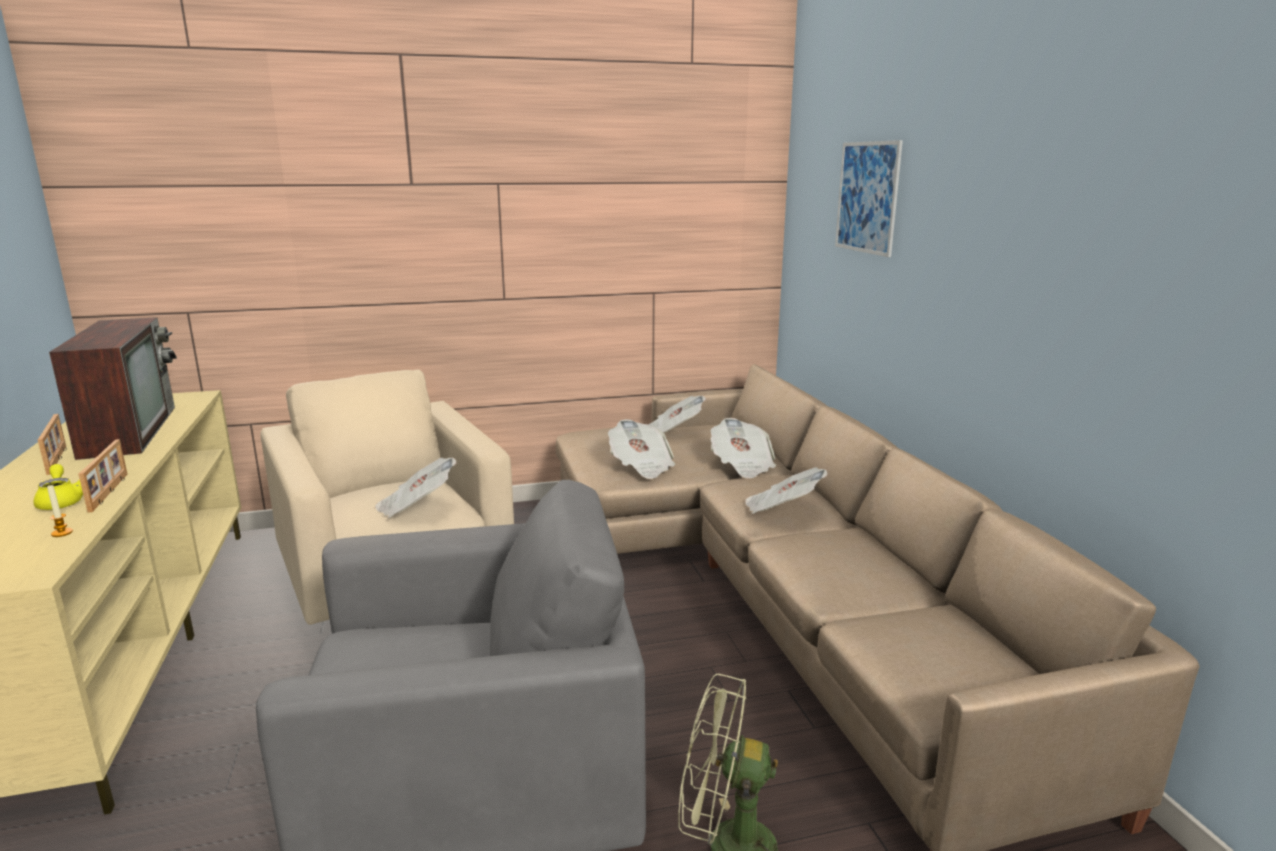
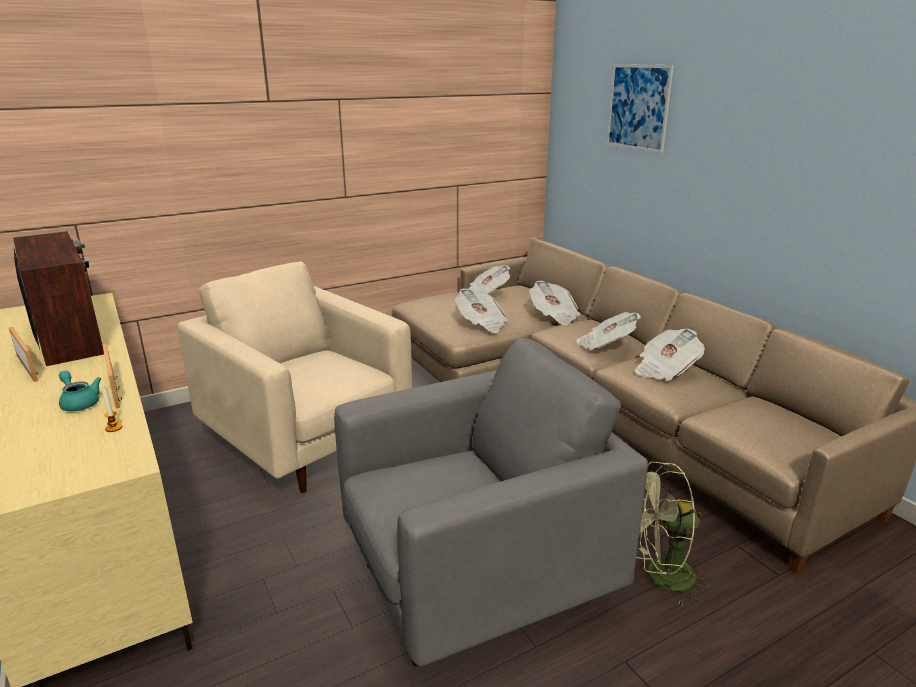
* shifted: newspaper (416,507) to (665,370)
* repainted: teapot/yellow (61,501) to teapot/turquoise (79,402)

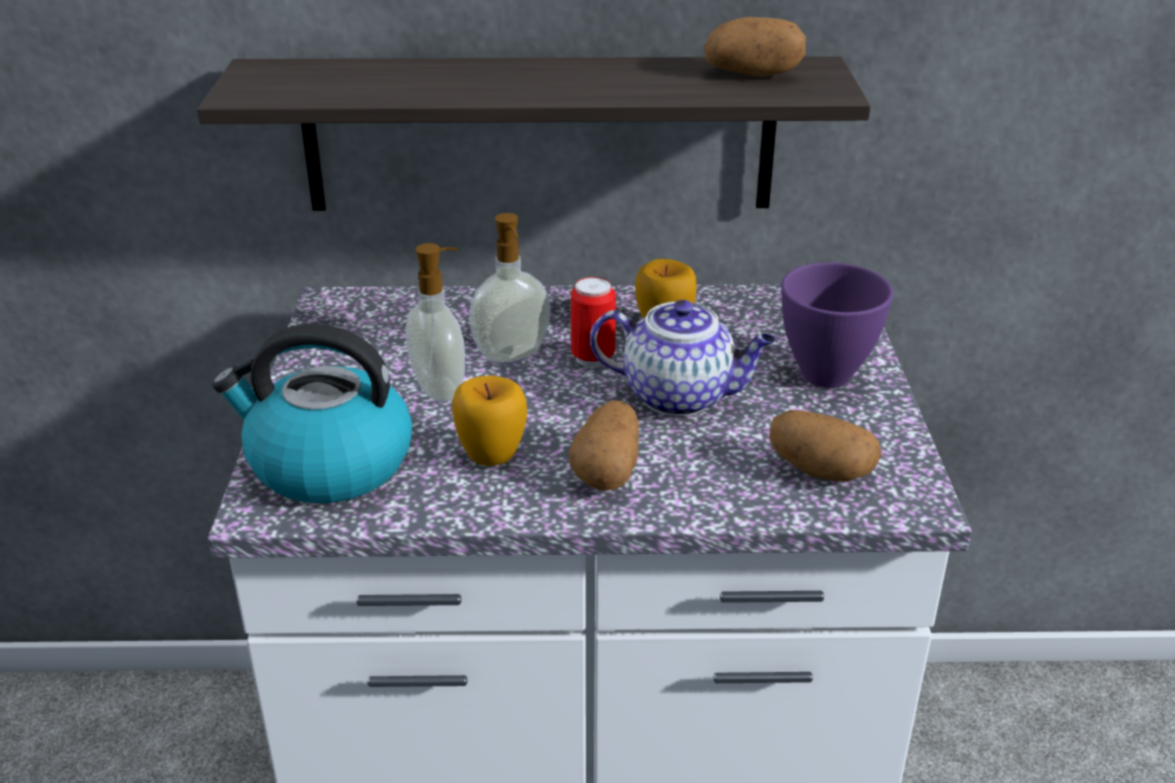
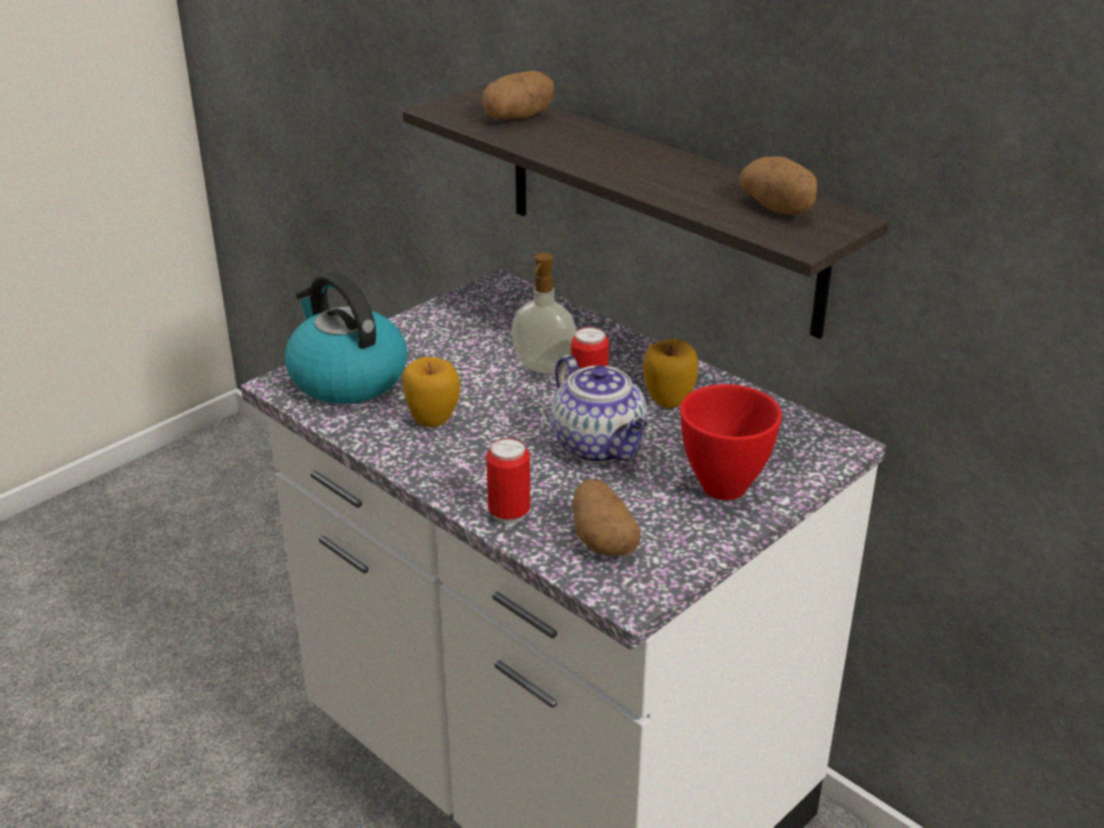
* gone: soap dispenser (441,389)
* repainted: bowl/purple (828,376) to bowl/red (724,489)
* shifted: potato (608,470) to (518,117)
* new: can (509,513)

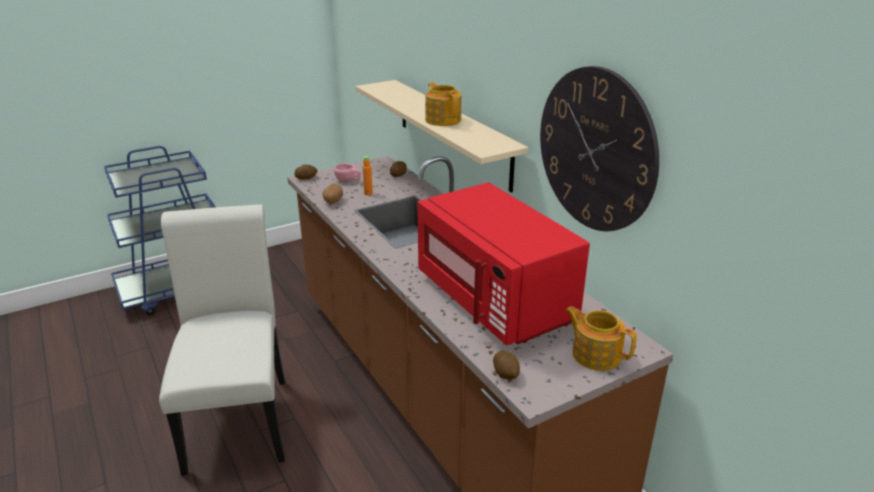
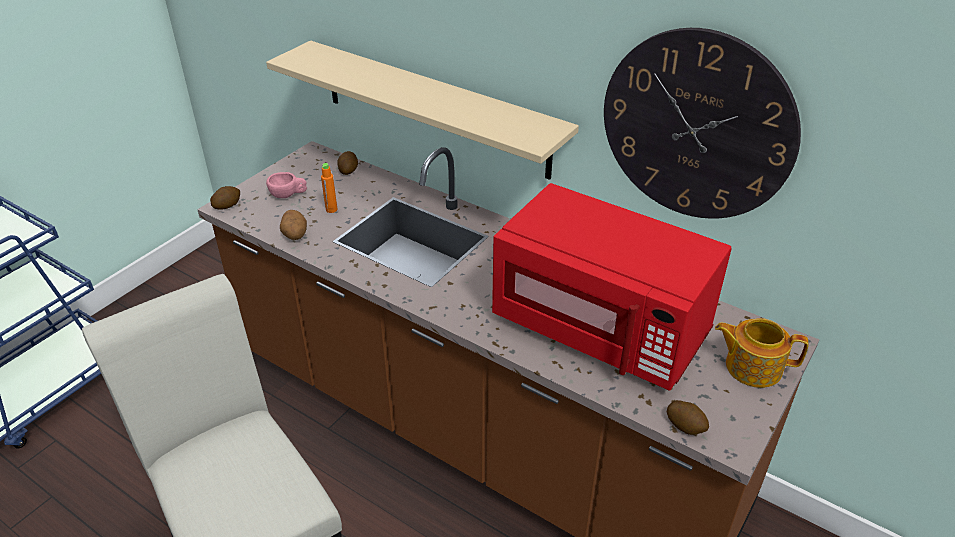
* gone: teapot (443,120)

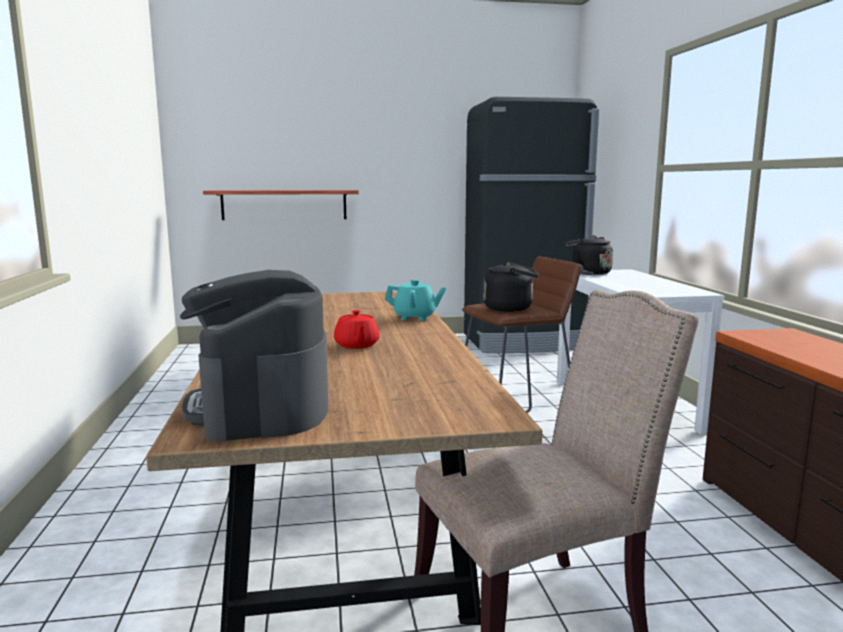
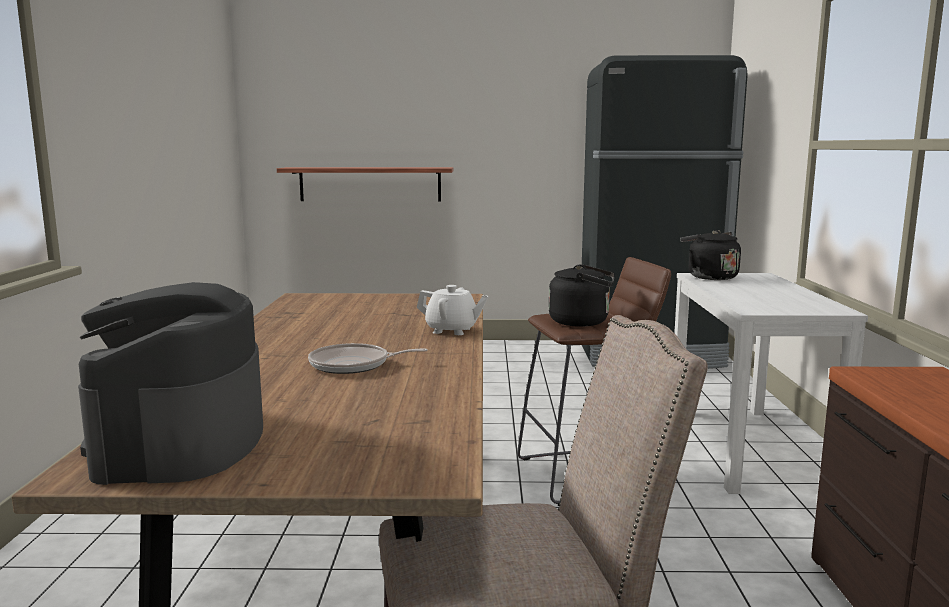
* repainted: teapot/turquoise (415,317) to teapot/white (452,330)
* swapped: teapot/red (356,345) to frying pan (353,365)

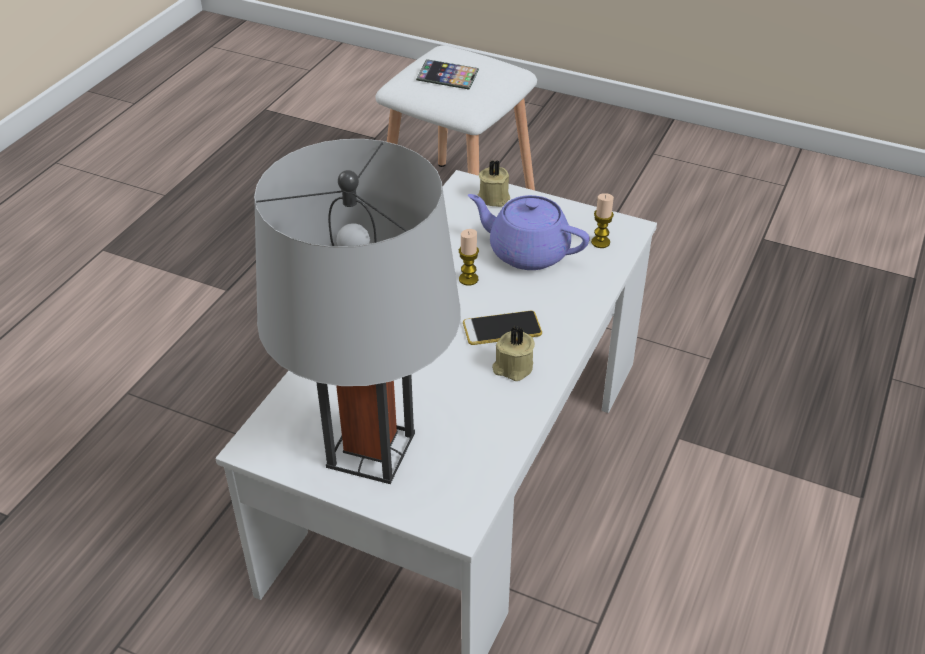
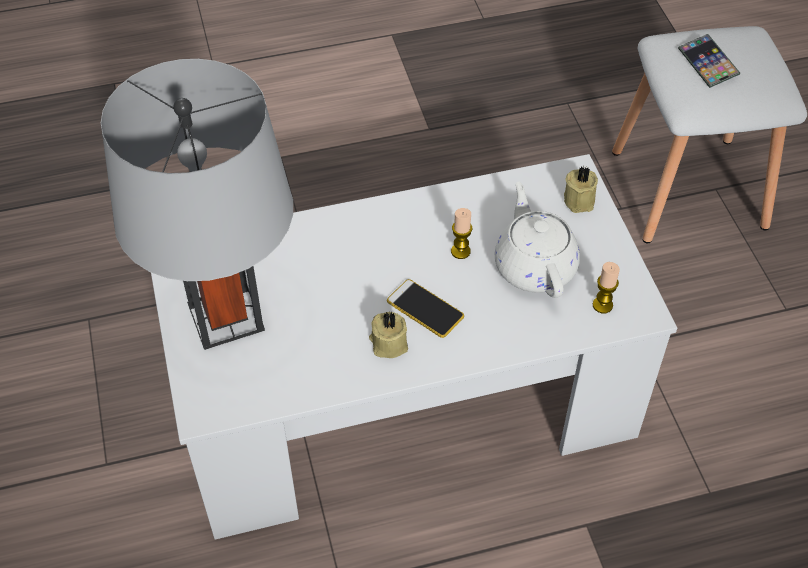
* repainted: teapot/purple (527,252) to teapot/white (534,265)

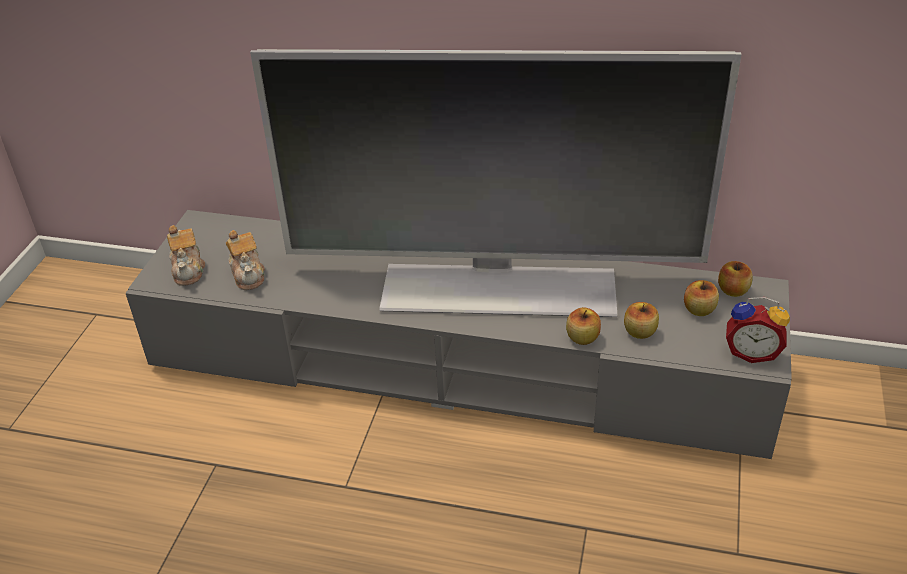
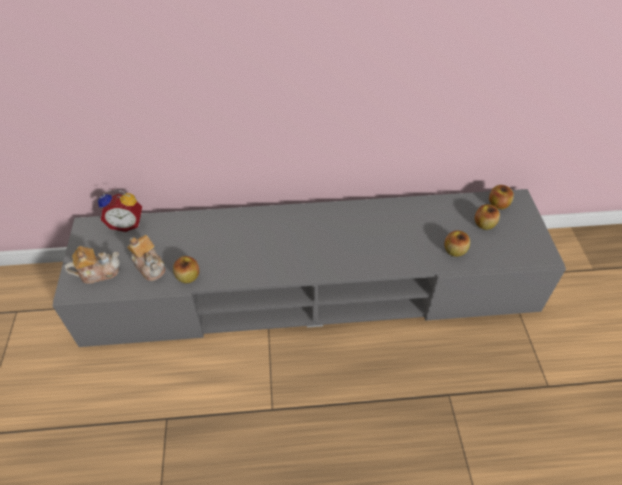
* gone: television (498,287)
* rotated: teapot (188,270) = (98,272) 75 degrees counterclockwise
* shifted: alarm clock (751,352) to (126,224)
* shifted: apple (582,338) to (188,277)

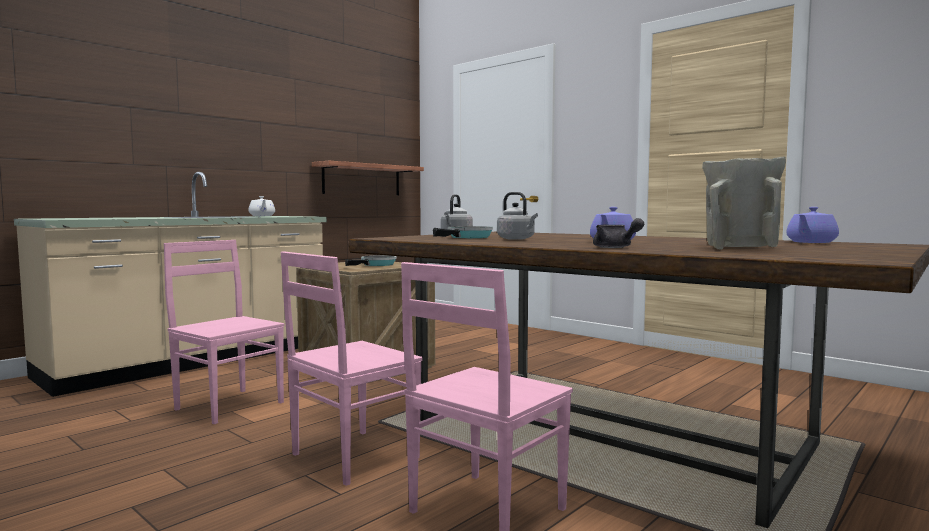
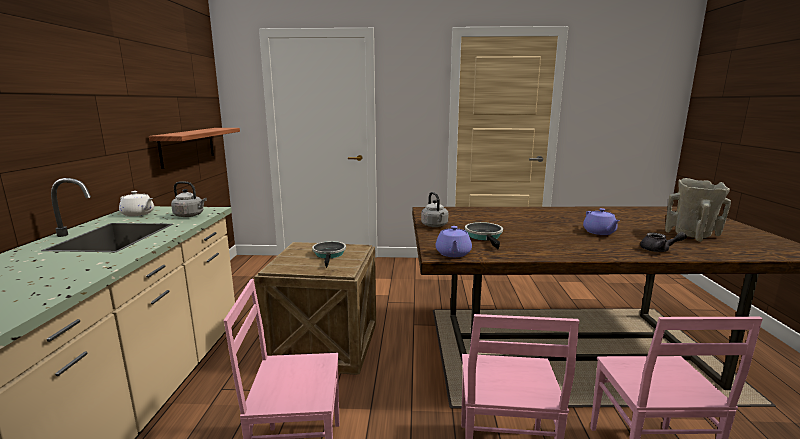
* shifted: kettle/grey (517,239) to (190,215)
* shifted: teapot/purple (811,242) to (453,253)

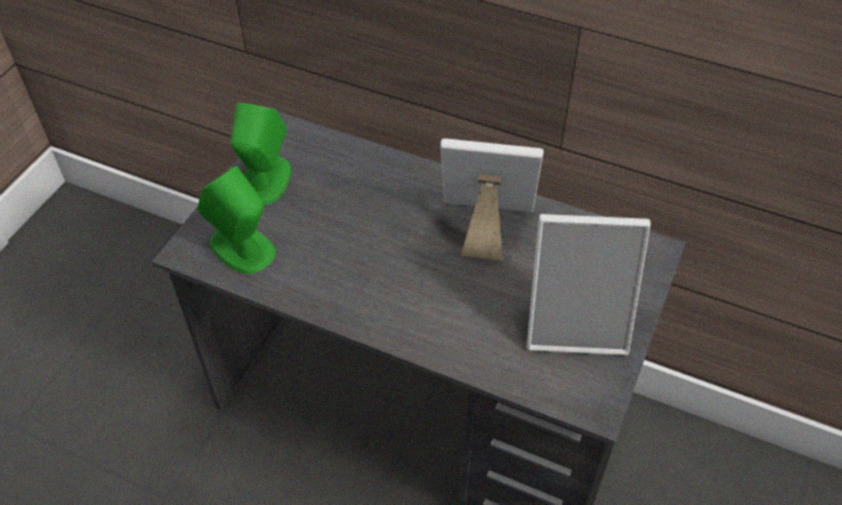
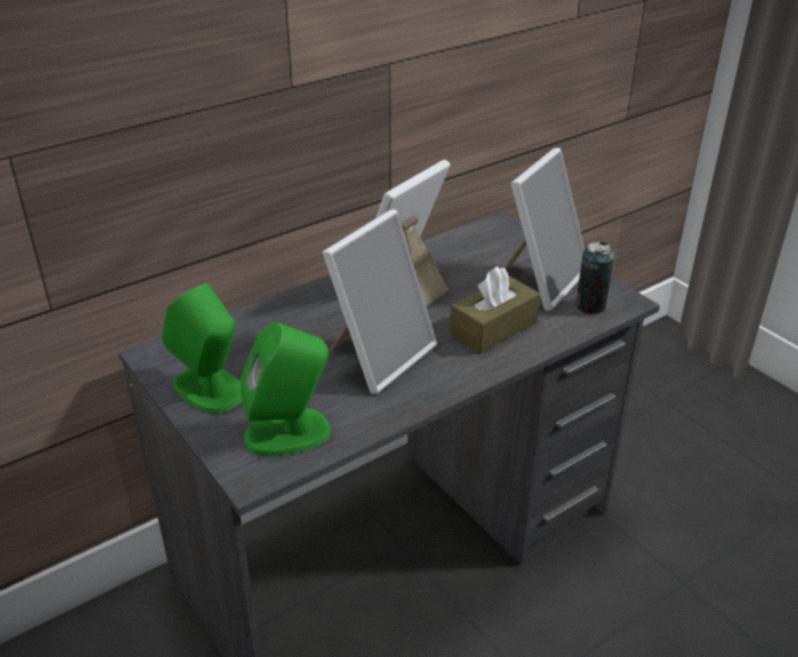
* new: picture frame (379,356)
* new: can (590,306)
* new: tissue box/brown (493,328)

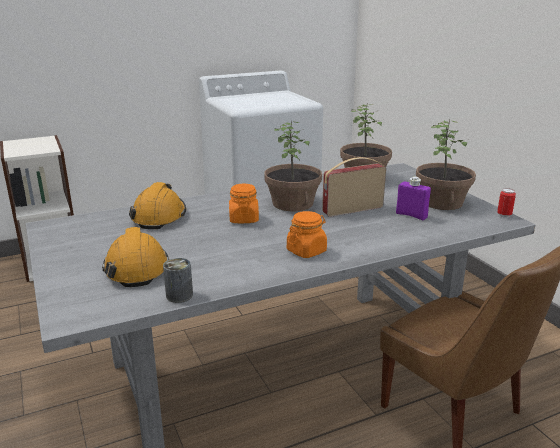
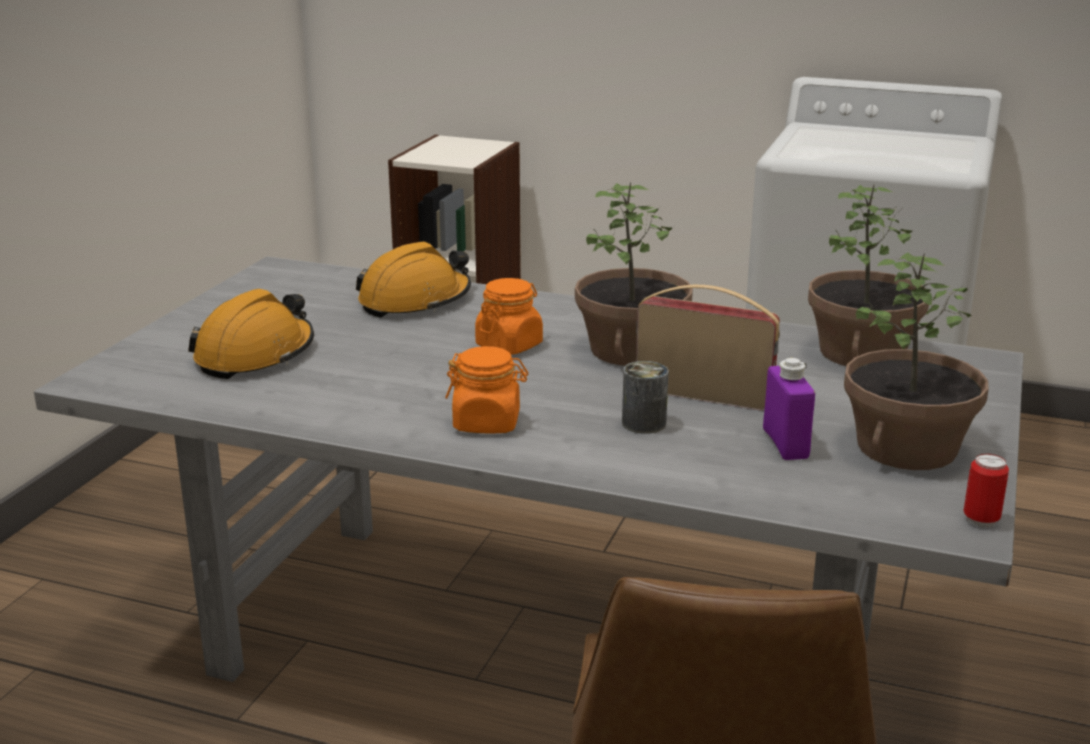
* shifted: can (179,295) to (644,423)

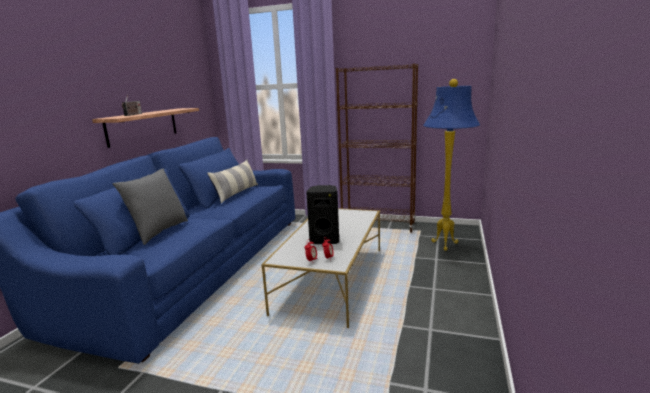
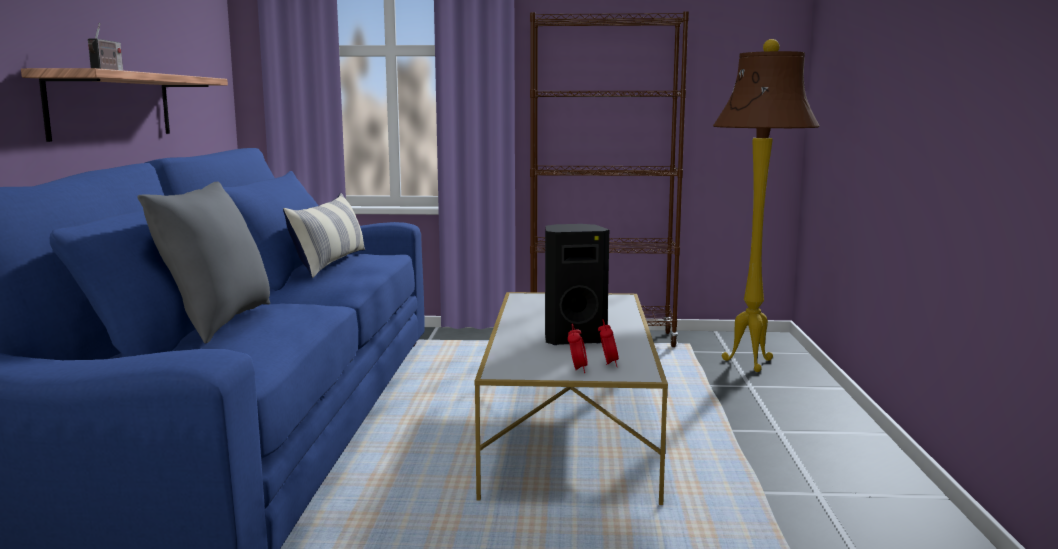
* repainted: floor lamp/blue (445,245) to floor lamp/brown (752,364)

